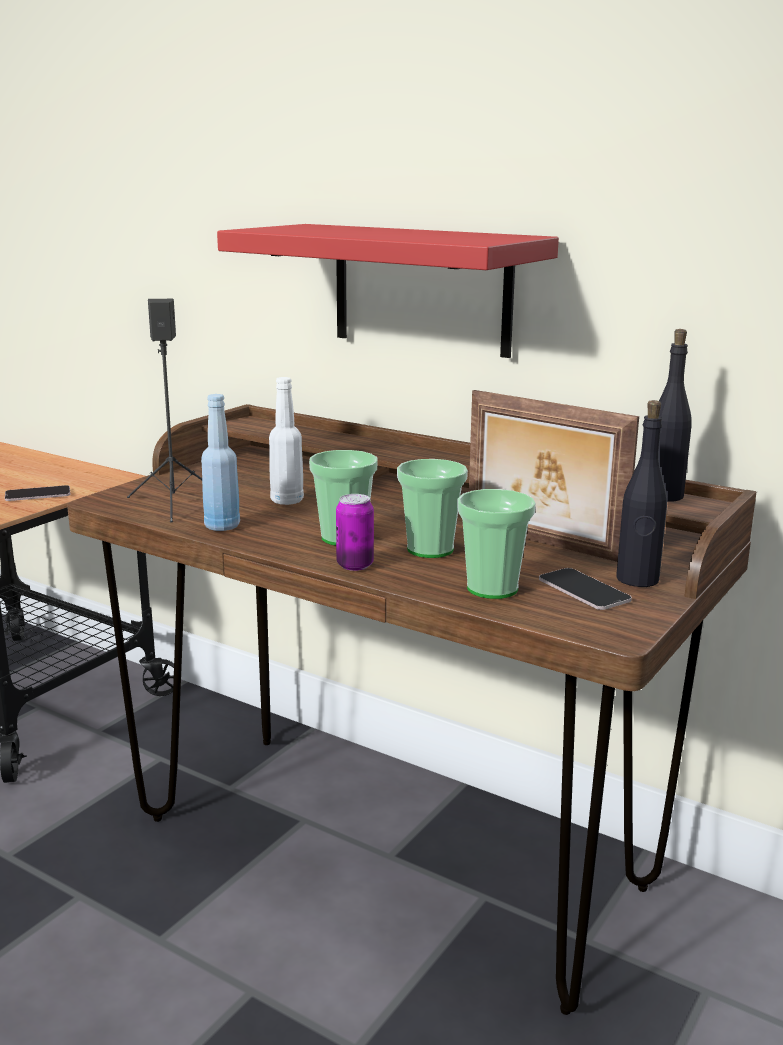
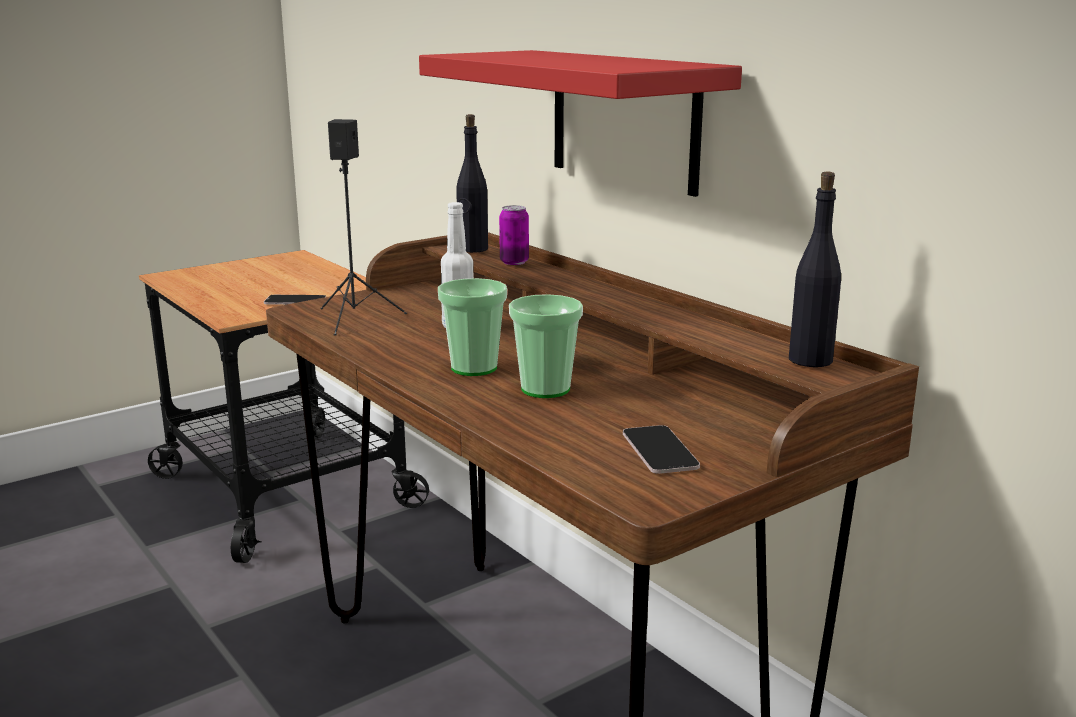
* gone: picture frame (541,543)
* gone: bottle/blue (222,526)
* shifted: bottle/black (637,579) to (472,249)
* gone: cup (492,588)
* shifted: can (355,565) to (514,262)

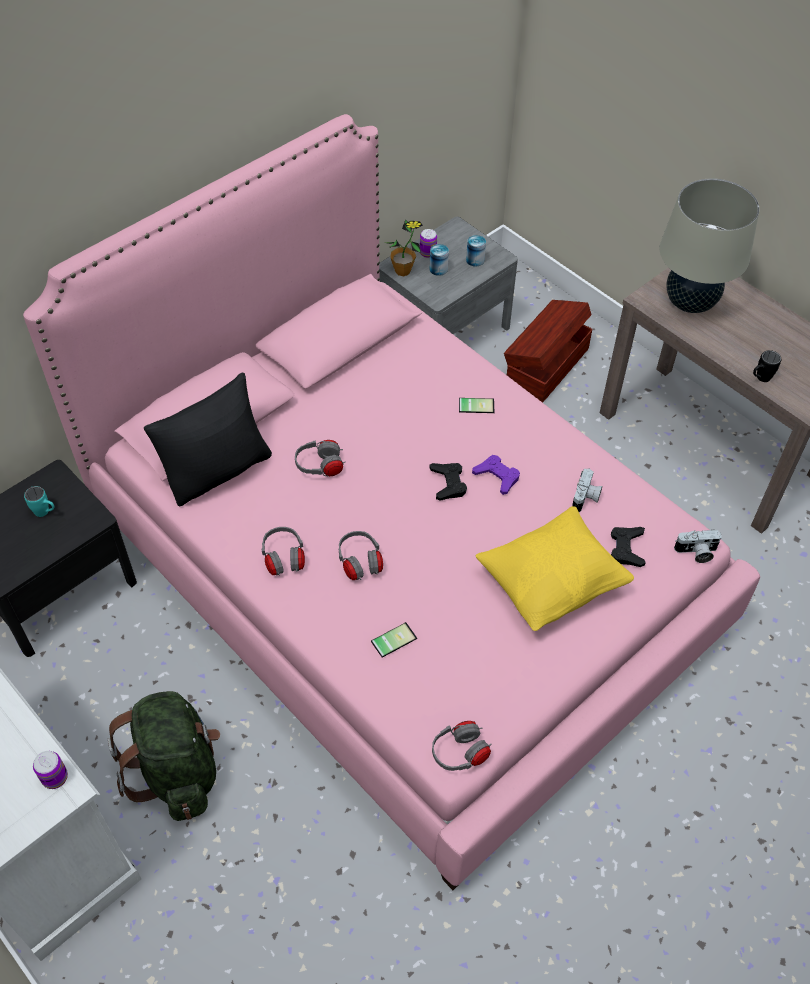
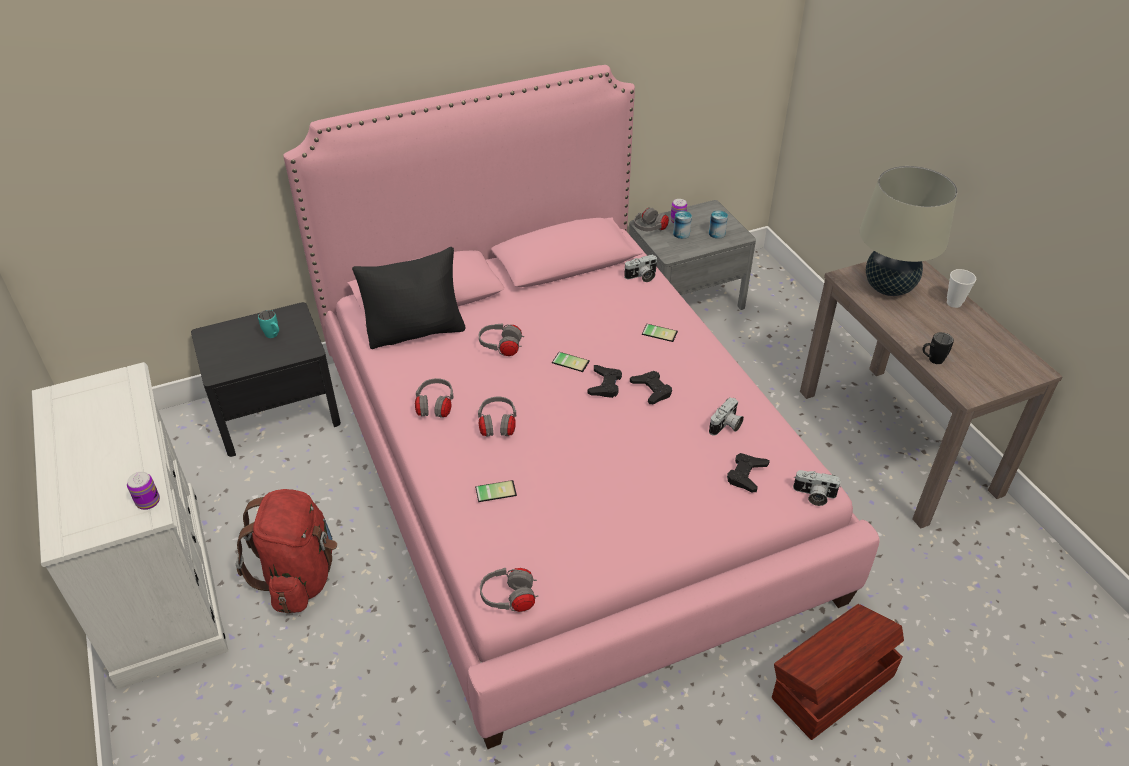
* swapped: potted plant (403,271) to headphones/grey (650,229)
* shifted: storage box/brown (545,366) to (830,686)
* repainted: game controller/purple (497,476) to game controller/black (651,390)
* gone: pillow/yellow (552,583)
* repainted: backpack/green (178,771) to backpack/red (300,576)
* new: photo camera (641,277)
* new: cup (954,303)
* new: phone (571,361)

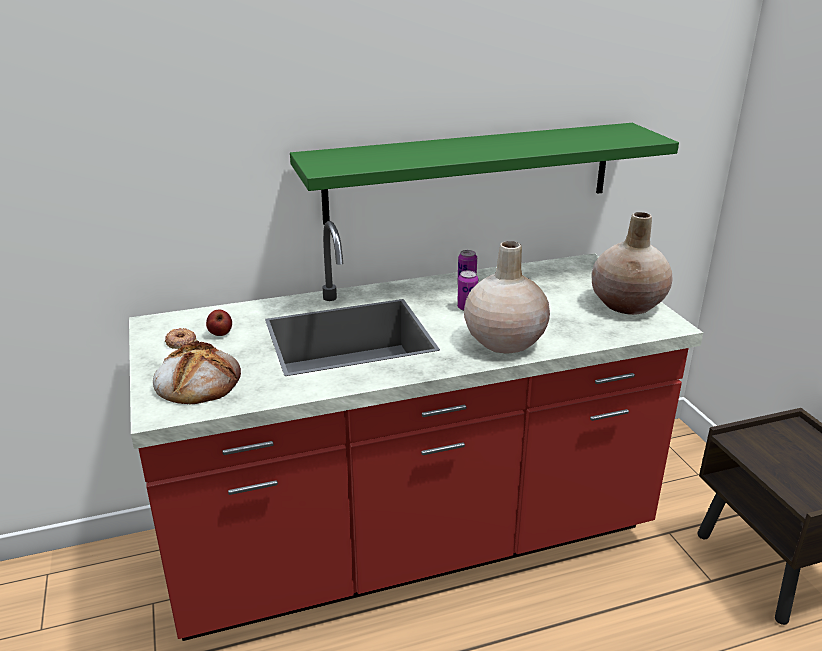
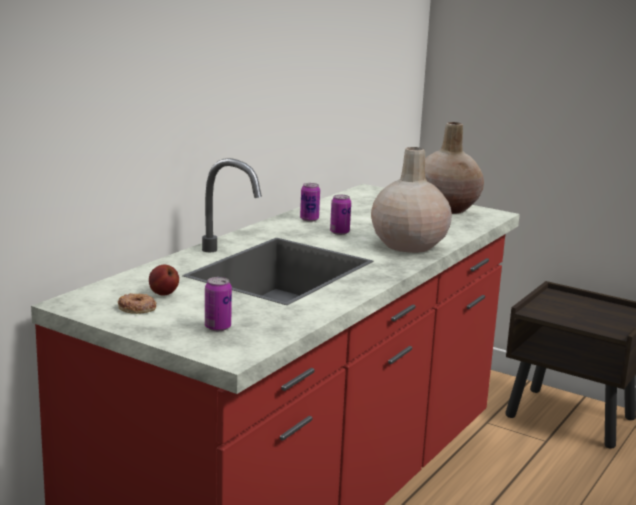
* gone: shelf/green (470,172)
* swapped: bread (197,381) to can (217,327)

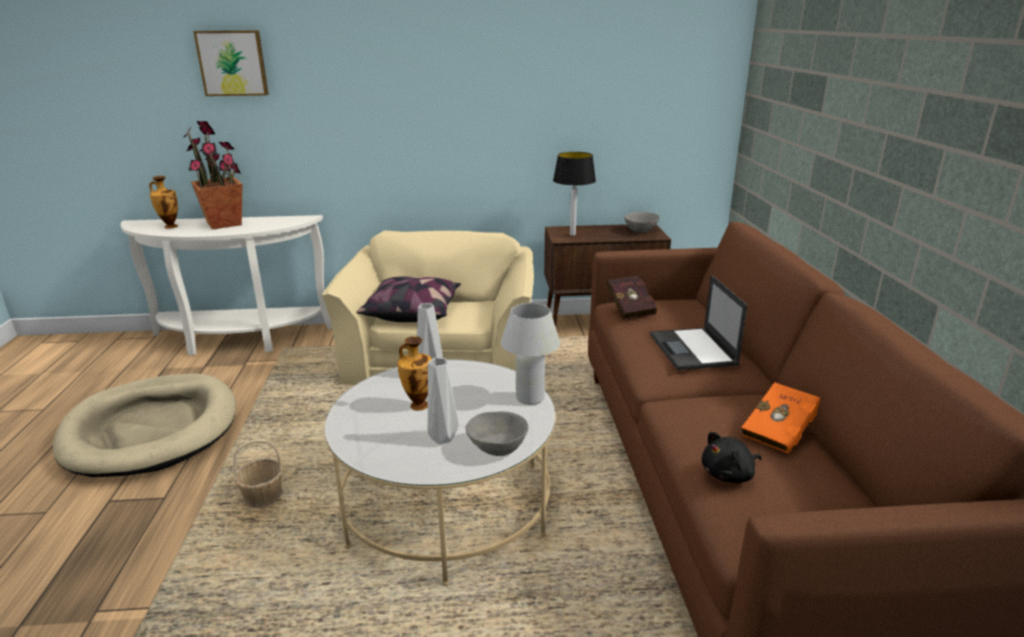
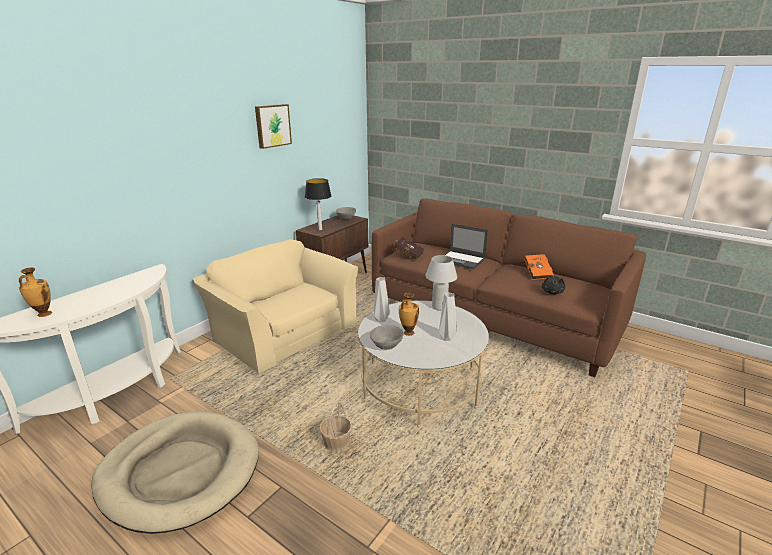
* shifted: picture (233,63) to (272,125)
* gone: potted plant (224,224)
* gone: pillow (412,312)
* shifted: bowl/grey (498,447) to (386,345)

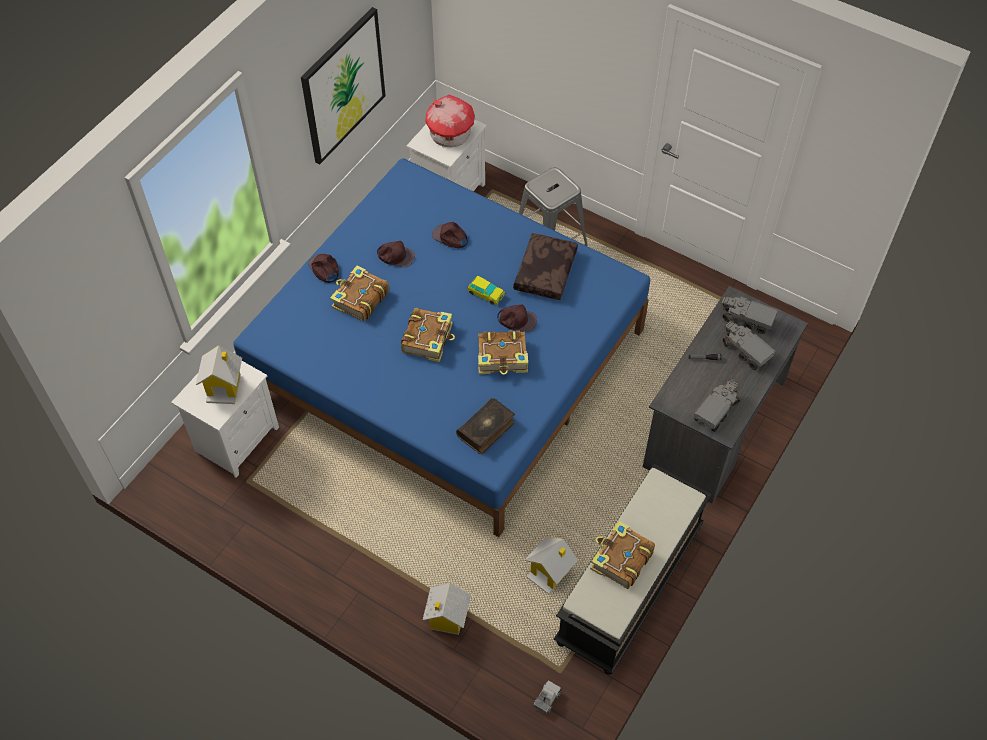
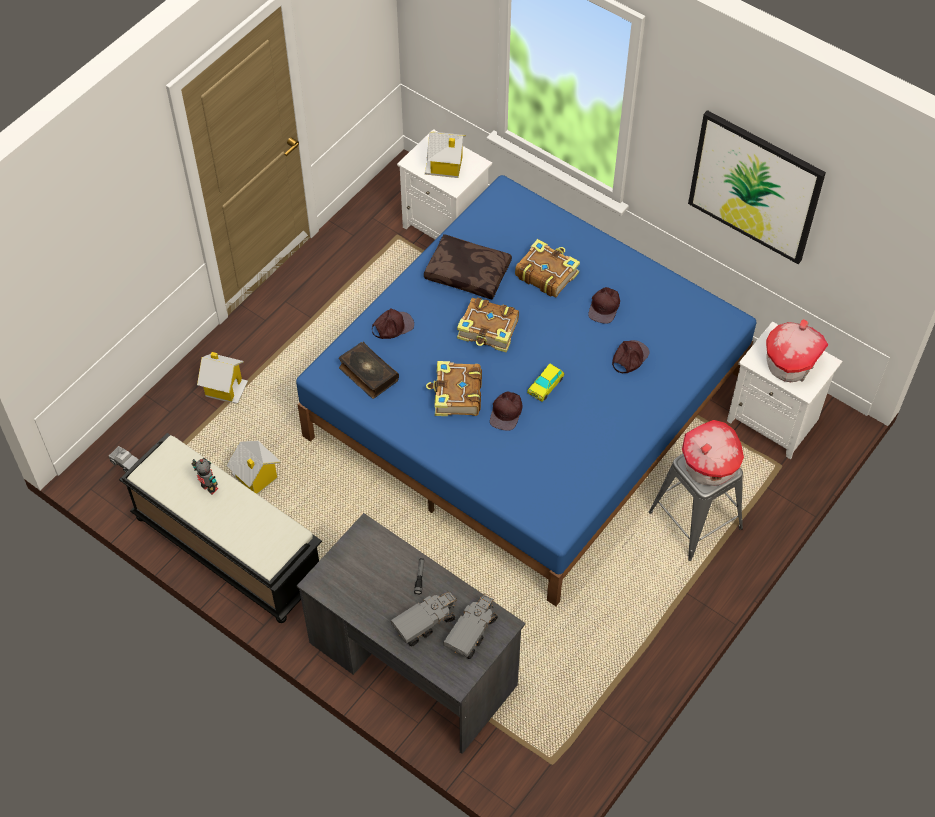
* shifted: pillow/brown (544,271) to (468,272)
* shifted: cap/brown (324,269) to (392,326)
* gone: toy truck (716,411)
* swapped: book (620,560) to toy robot (209,489)
* new: toy house (709,467)

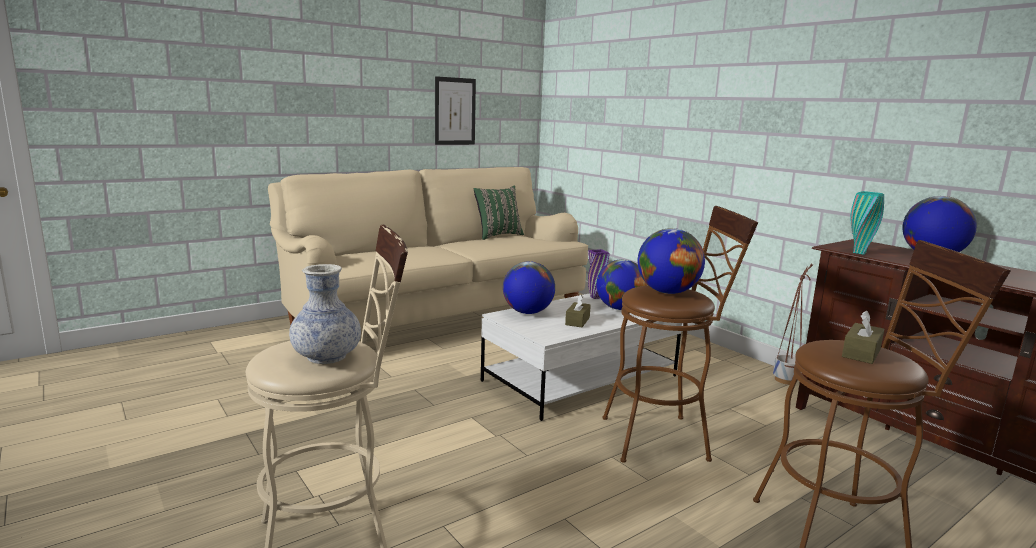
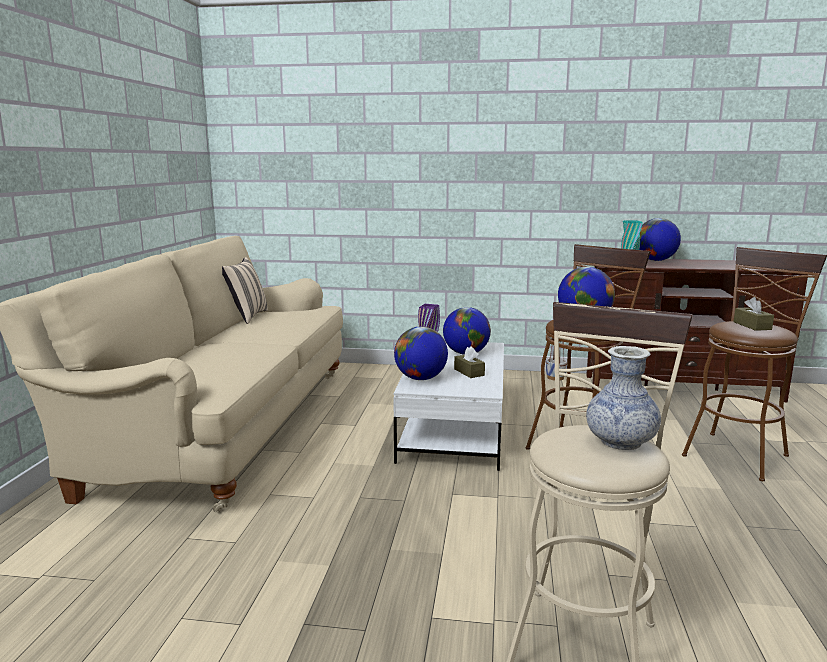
* gone: picture (455,111)
* repainted: pillow/green (497,235) to pillow/beige (247,316)

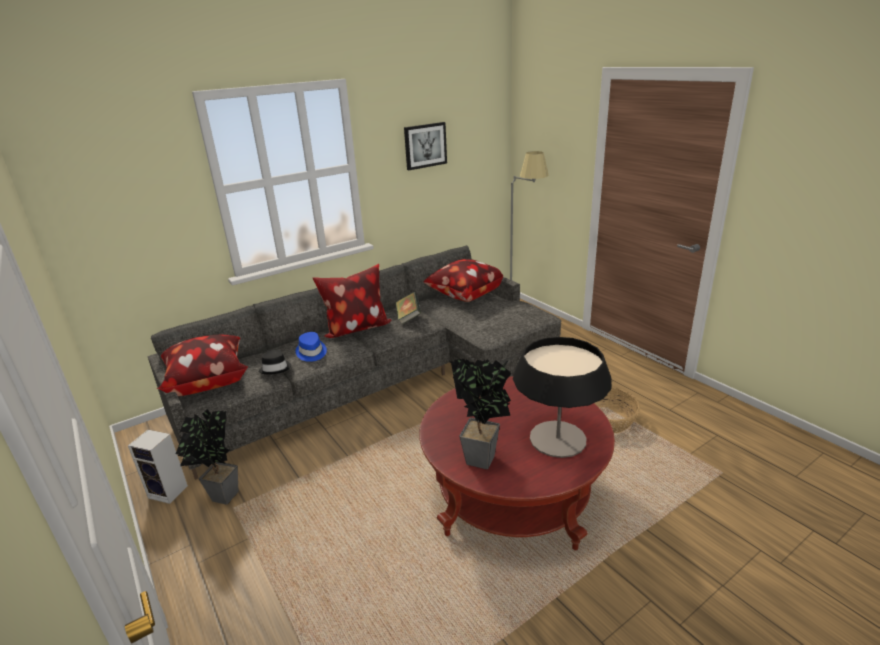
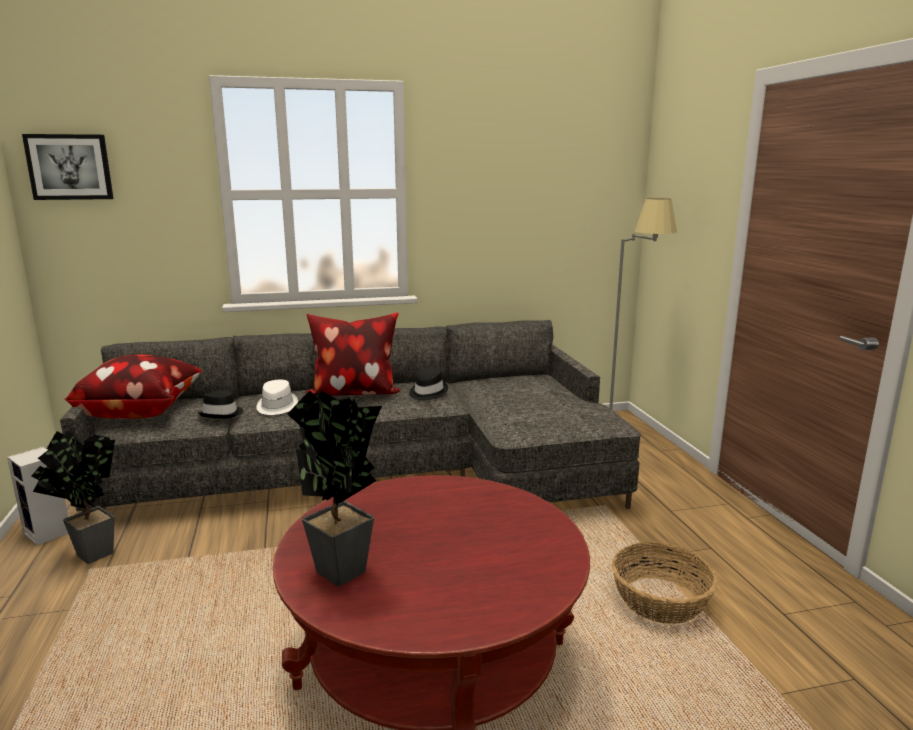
* shifted: picture (425,145) to (69,167)
* gone: pillow (464,295)
* swapped: book (408,317) to hat/black (427,392)
* repainted: hat/blue (311,352) to hat/white (276,406)
* gone: table lamp (557,439)

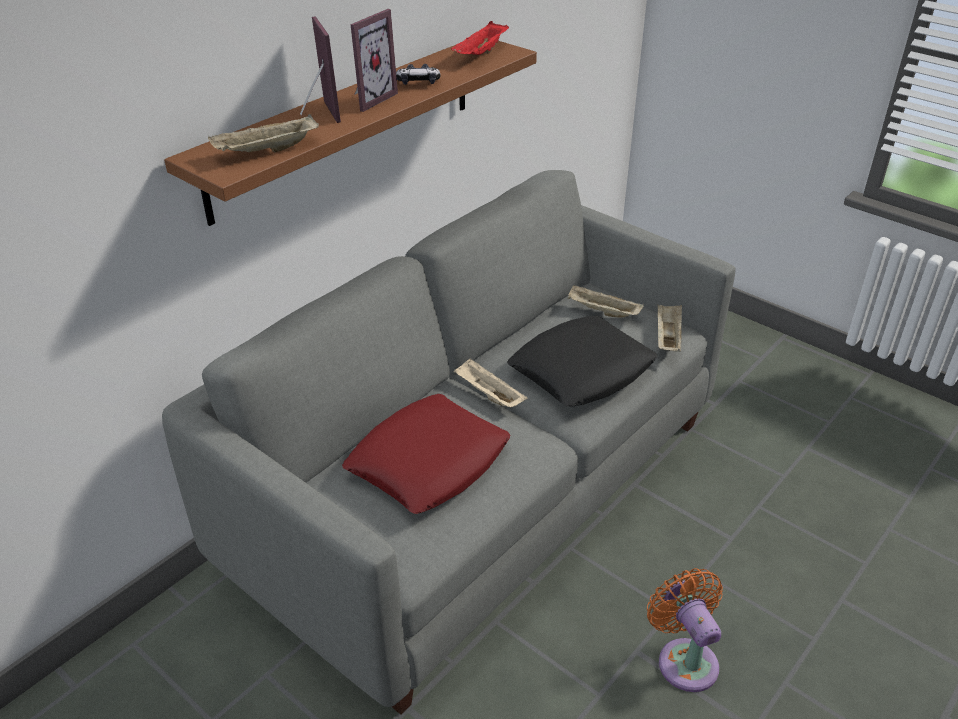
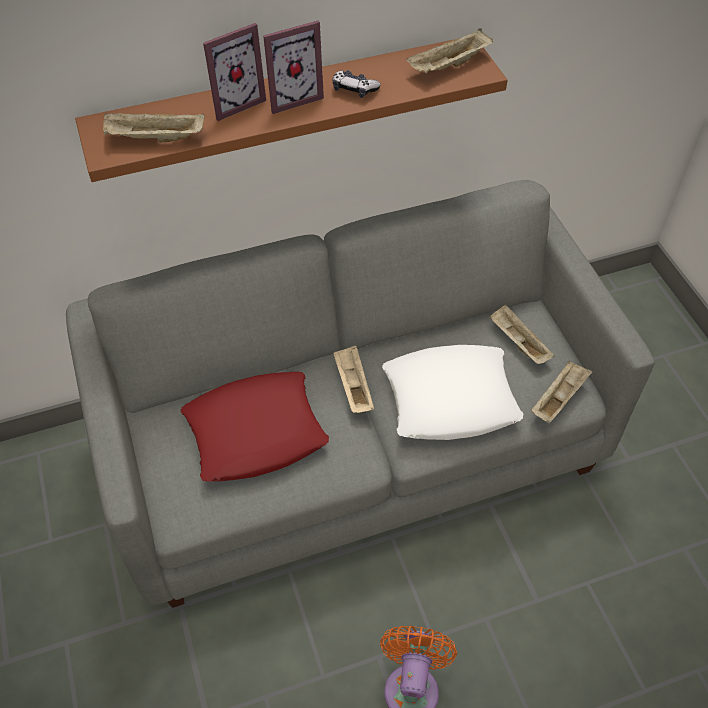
* rotated: picture frame (317,113) = (234,102) 45 degrees clockwise
* repainted: tray/red (481,54) to tray/beige (448,66)
* repainted: pillow/black (582,370) to pillow/white (450,398)

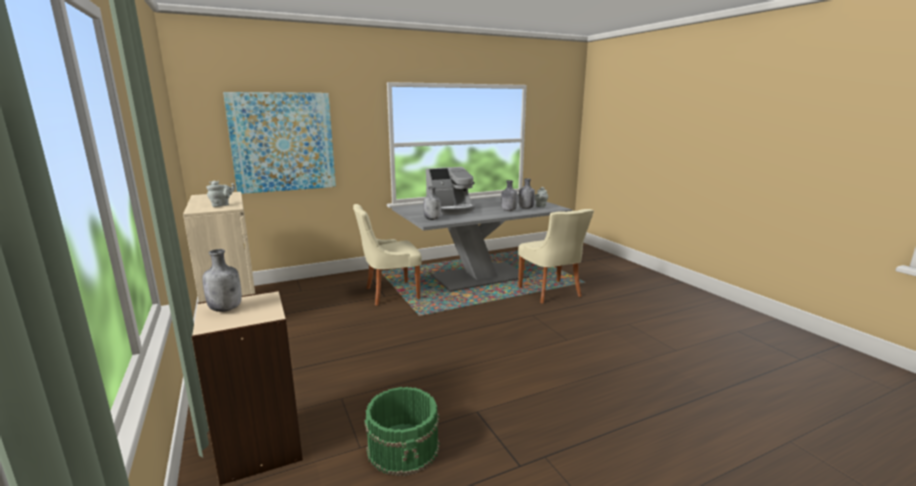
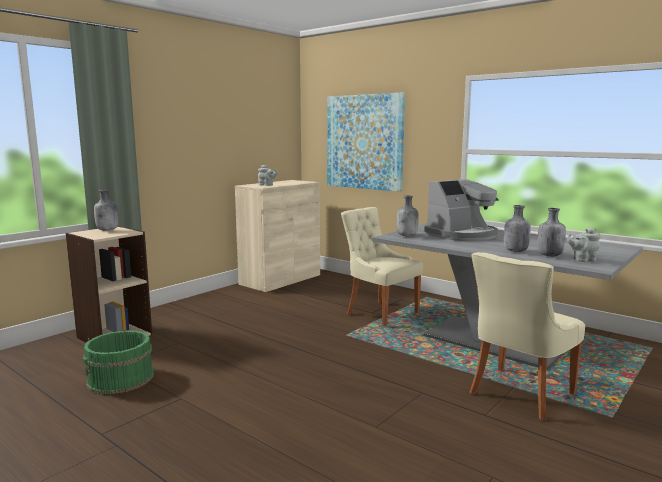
* rotated: coffee machine (450,210) = (462,235) 75 degrees counterclockwise

